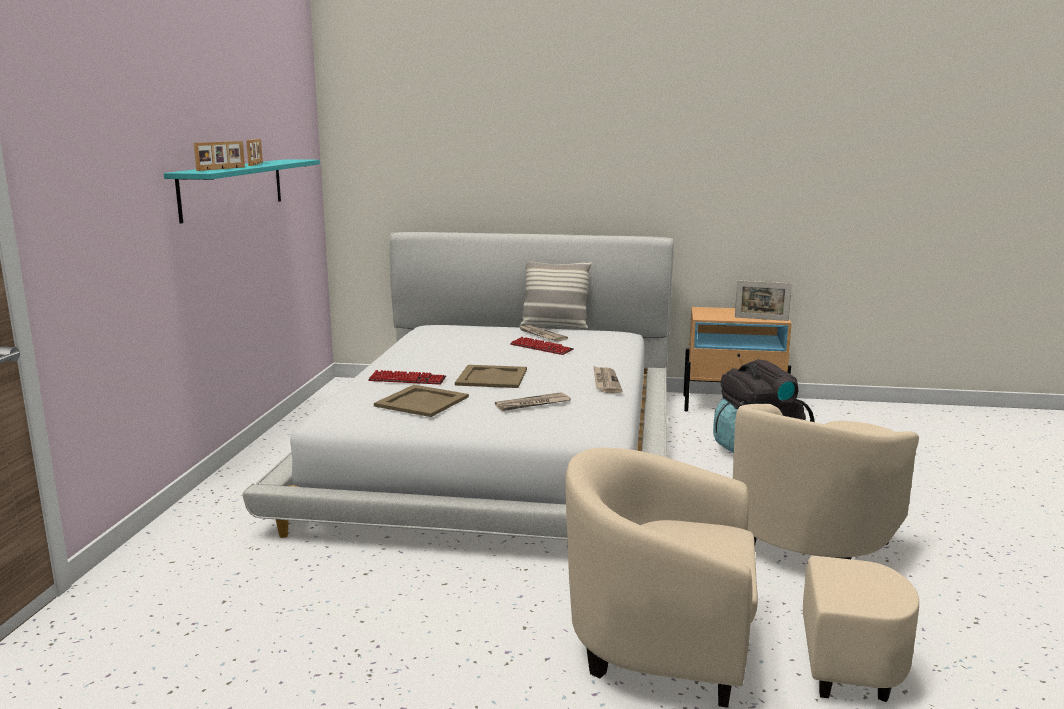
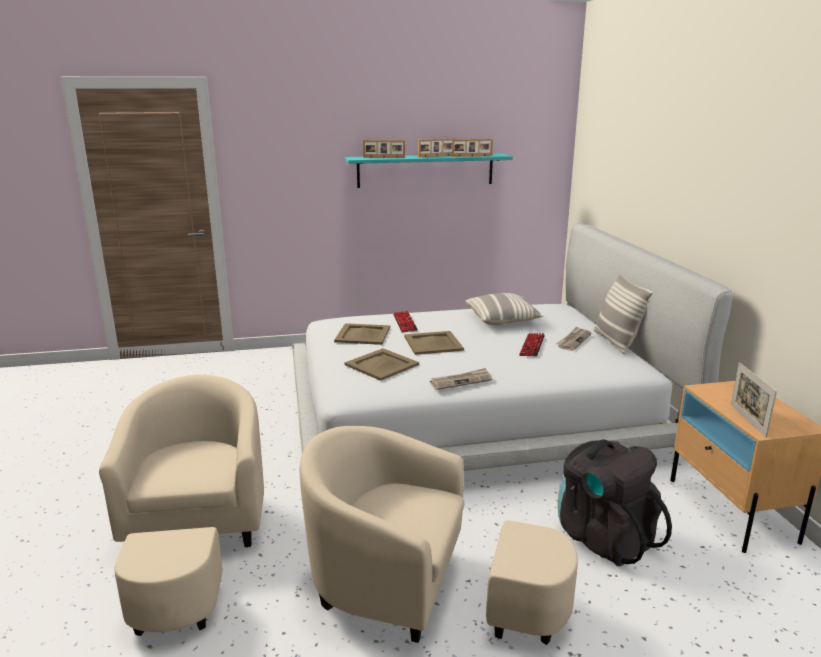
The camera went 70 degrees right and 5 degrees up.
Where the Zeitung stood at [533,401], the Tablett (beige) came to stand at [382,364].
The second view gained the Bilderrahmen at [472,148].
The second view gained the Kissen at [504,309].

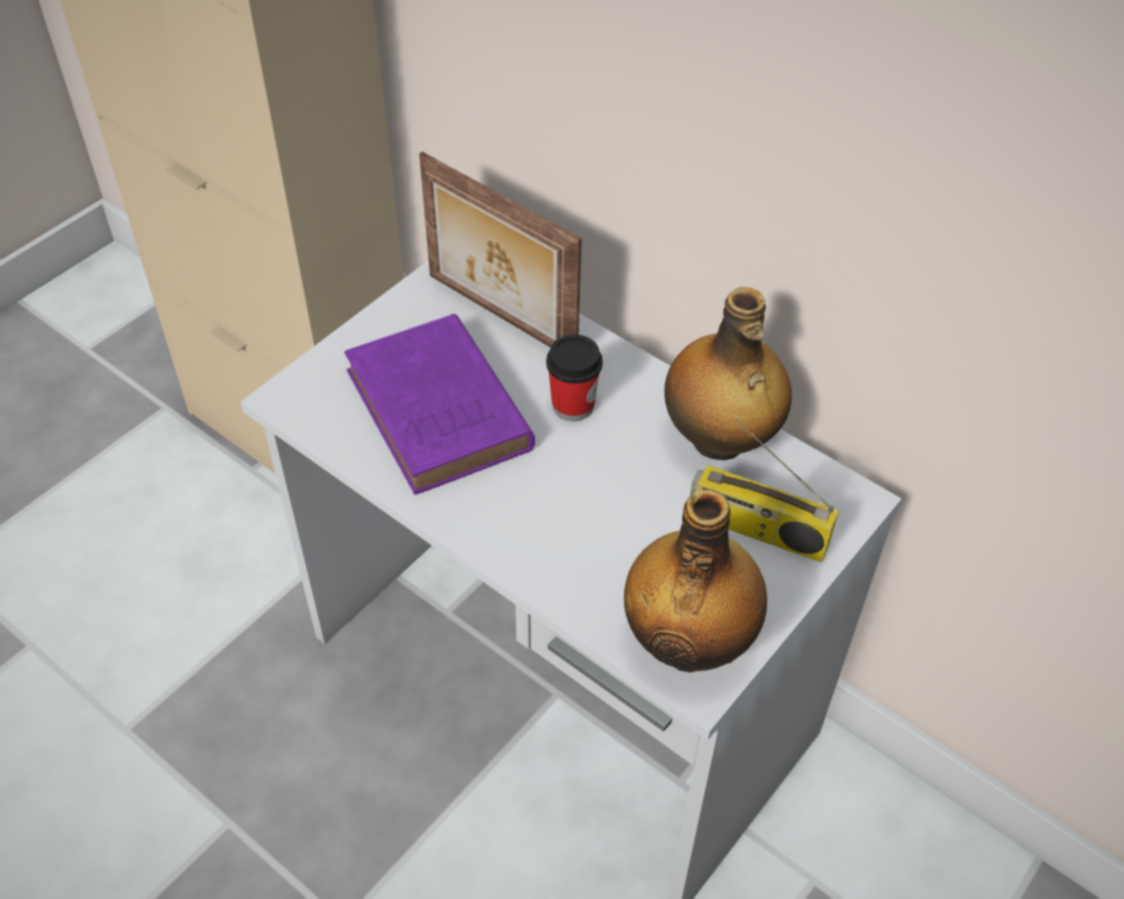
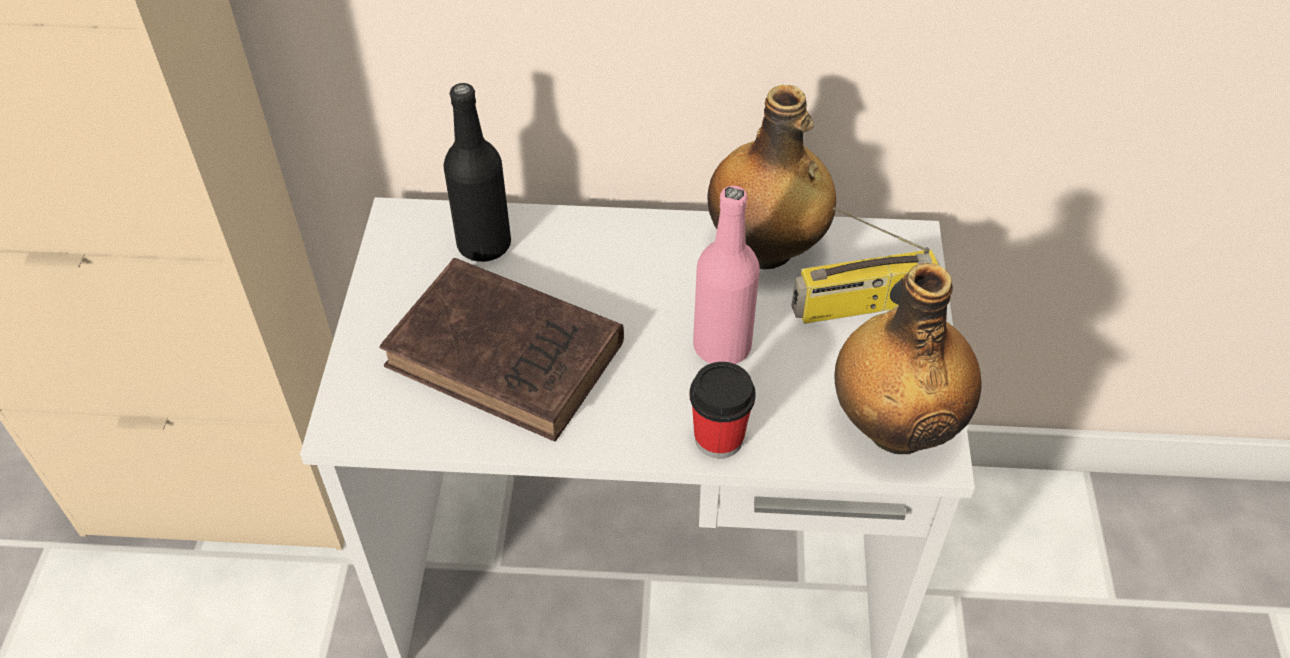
The camera went 35 degrees left and 0 degrees up.
What was the Buch (lila) at [439,404] turned into the Buch (braun) at [502,350].
Where the Bilderrahmen stood at [500,250], the Flasche (schwarz) came to stand at [477,172].
The Tasse ended up elsewhere, having gone from [574,378] to [722,410].
The second view gained the Flasche (rosa) at [726,275].

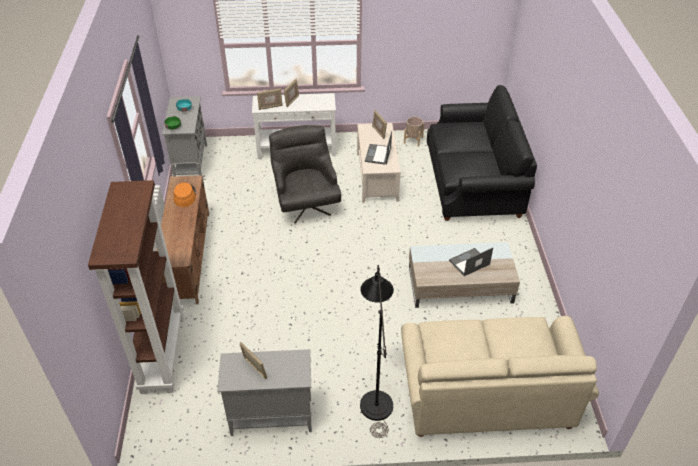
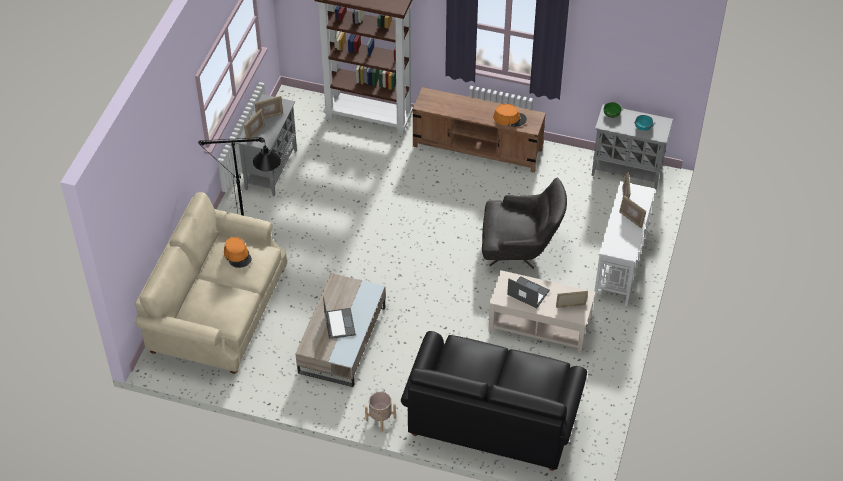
The camera went 110 degrees right and 5 degrees up.
The second view gained the Hut (orange) at [238,252].
The second view gained the Bilderrahmen at [254,124].
The Pflanzkübel (beige) ended up elsewhere, having gone from [414,132] to [380,412].

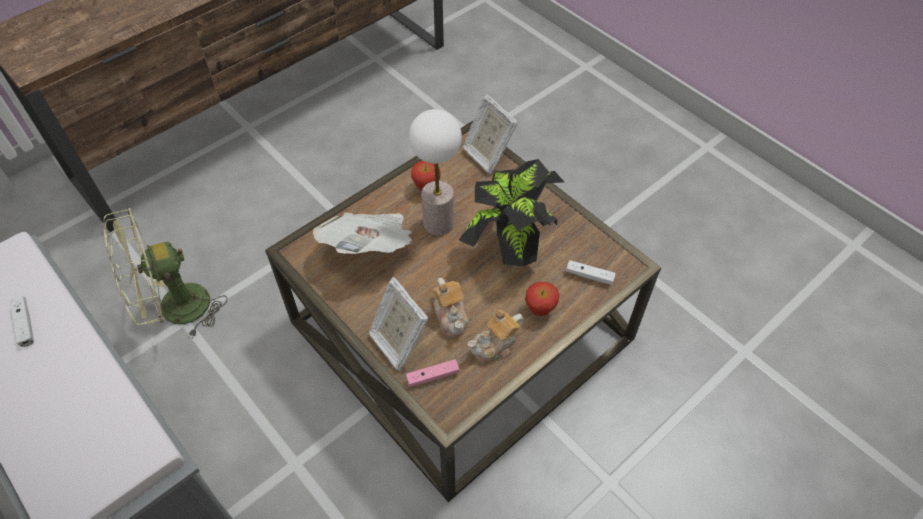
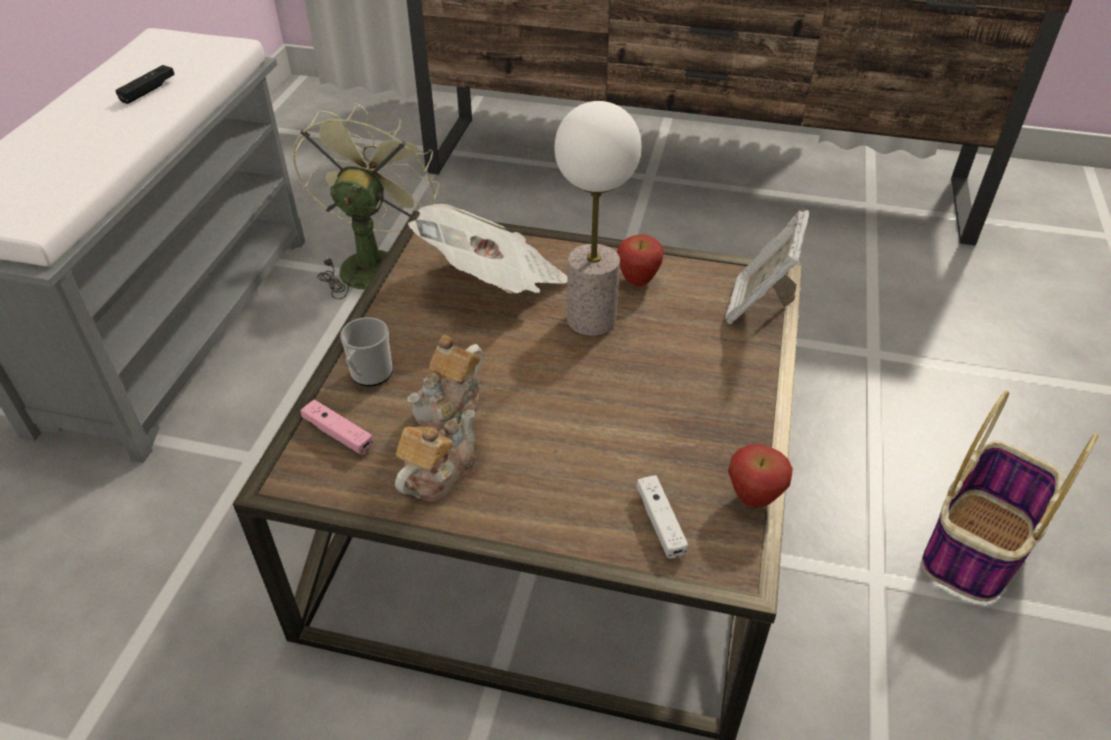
The camera went 55 degrees right and 10 degrees down.
What was the Gamepad (weiß) at [22,321] turned into the Gamepad (schwarz) at [145,84].
The Ventilator (grün) at [165,273] ended up facing another way, 75 degrees clockwise from before.
Where the Bilderrahmen stood at [398,324], the Henkelbecher came to stand at [366,351].
The Teekanne at [496,336] ended up facing another way, 105 degrees clockwise from before.
The Apfel ended up elsewhere, having gone from [542,299] to [760,476].
The second view gained the Korb at [1009,496].
The second view lost the Topfpflanze at [511,213].

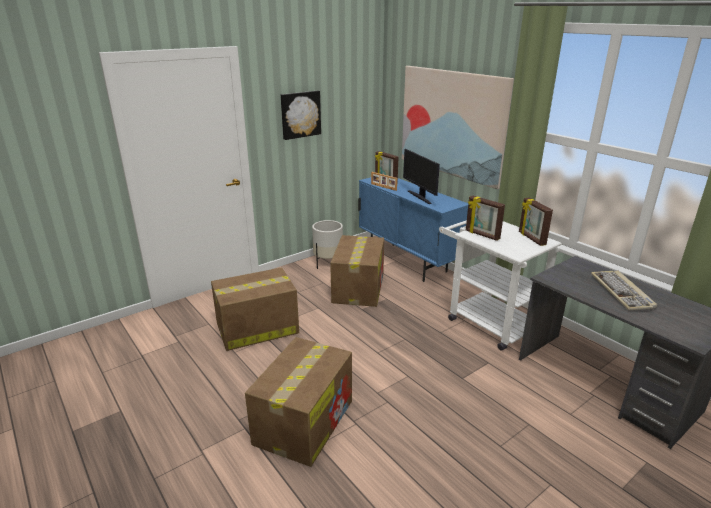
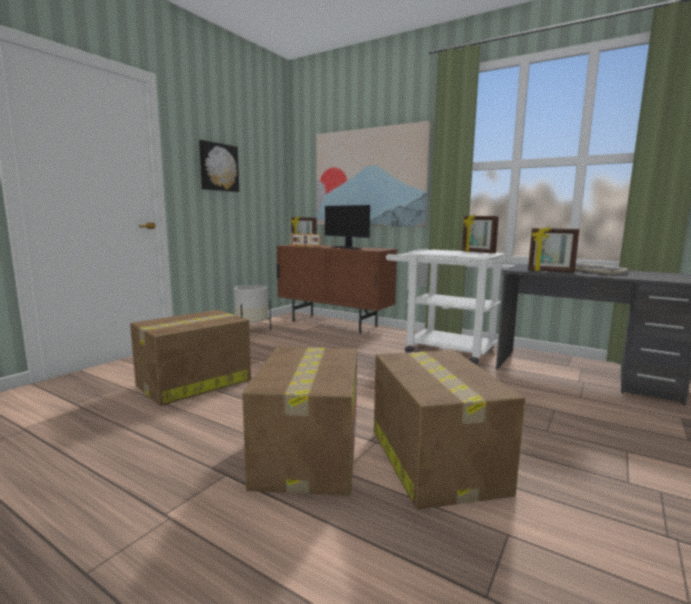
The camera went 20 degrees left and 15 degrees down.
What was the Schrank (blau) at [413,229] turned into the Schrank (braun) at [337,289].
The Karton ended up elsewhere, having gone from [357,271] to [449,430].
The Bilderrahmen ended up elsewhere, having gone from [485,218] to [554,249].

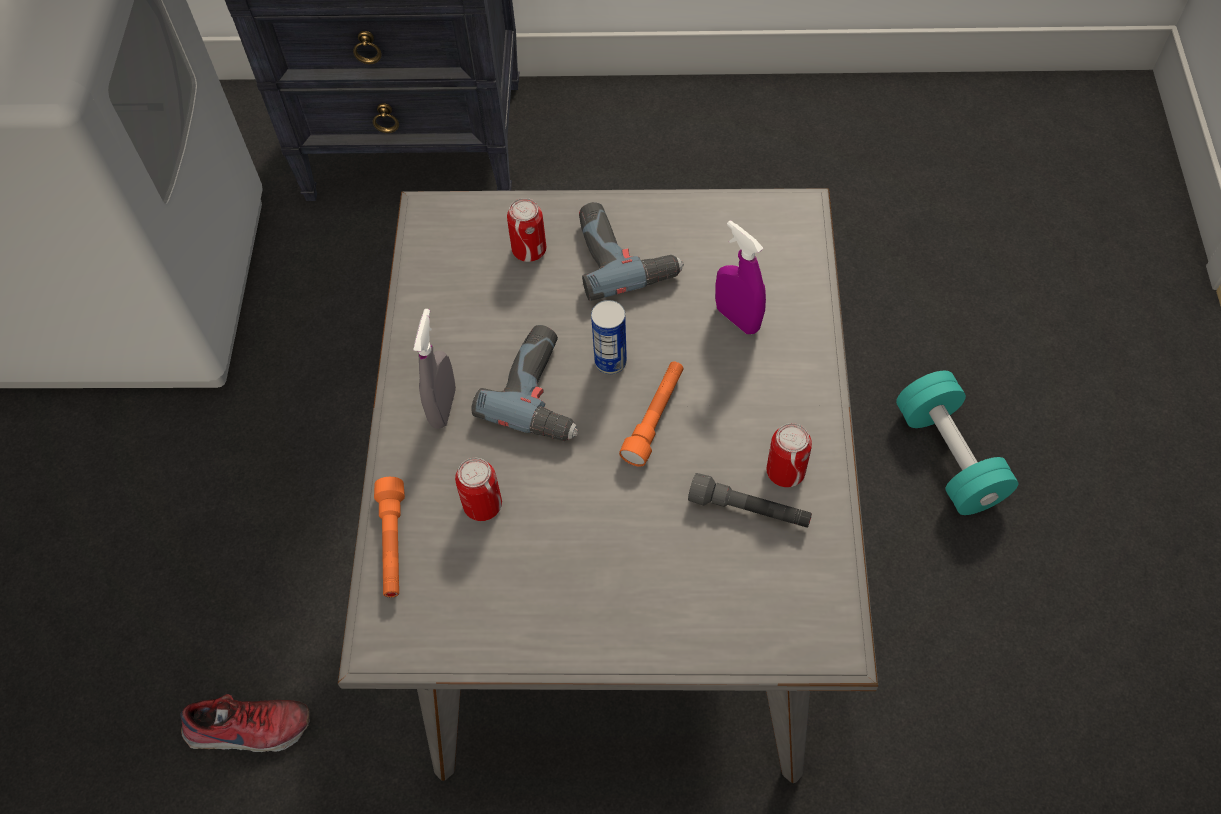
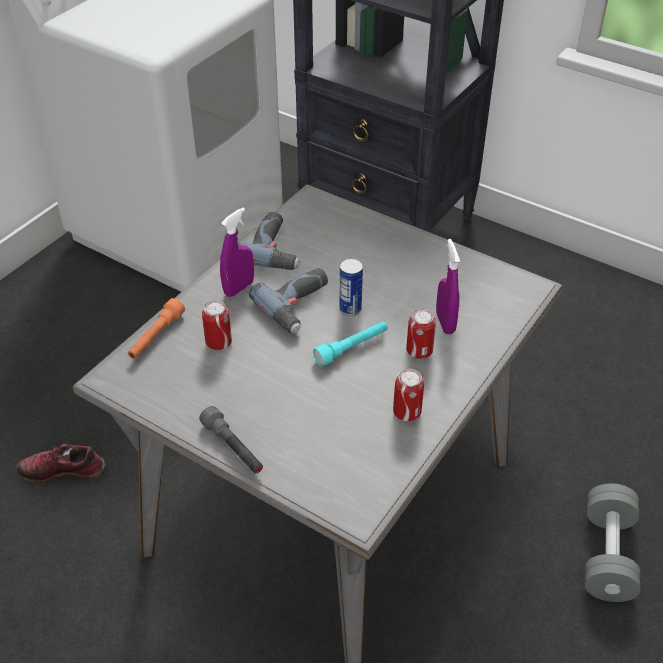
The camera went 30 degrees right and 15 degrees down.
The Schuh at [245,723] ended up facing another way, 150 degrees clockwise from before.
The Taschenlampe (grau) ended up elsewhere, having gone from [750,500] to [231,439].
What was the Sprühflasche (grau) at [434,369] turned into the Sprühflasche (lila) at [237,252].
The Bohrmaschine ended up elsewhere, having gone from [631,251] to [269,241].
What was the Taschenlampe (orange) at [651,414] turned into the Taschenlampe (türkis) at [350,343].
The Dose ended up elsewhere, having gone from [527,230] to [421,334].
What was the Hantel (türkis) at [957,443] turned into the Hantel (grau) at [612,542].

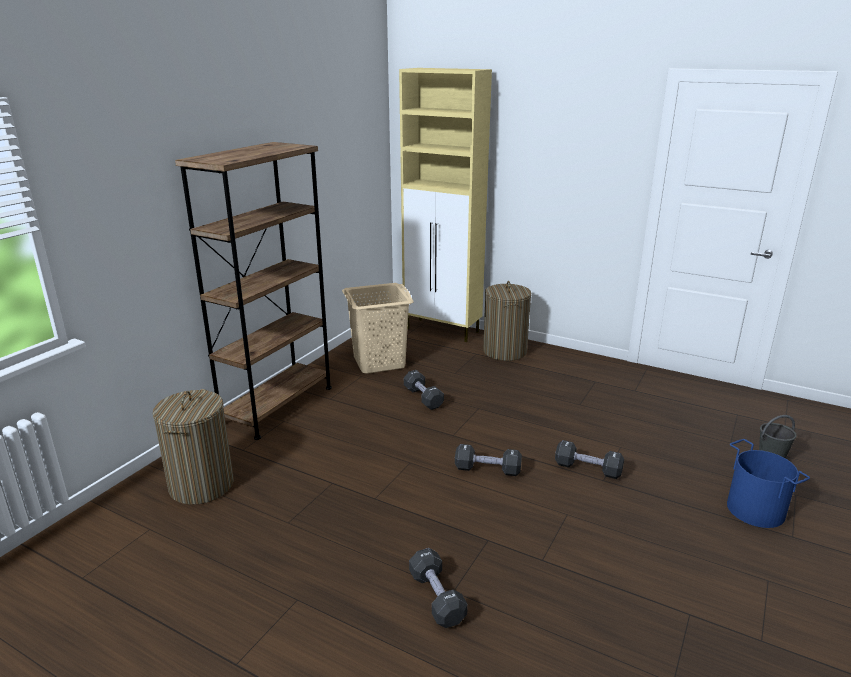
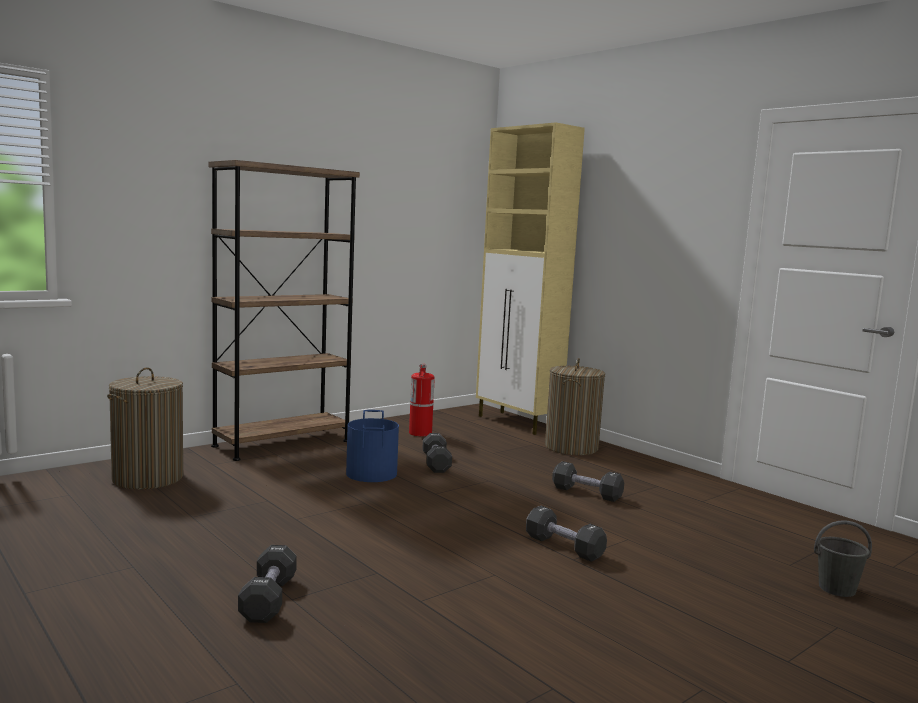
The camera went 20 degrees right and 15 degrees down.
The Eimer (blau) ended up elsewhere, having gone from [768,483] to [372,446].
Where the Wäschekorb (beige) stood at [378,328], the Feuerlöscher came to stand at [422,400].
The Hantel (schwarz) ended up elsewhere, having gone from [488,460] to [588,481].

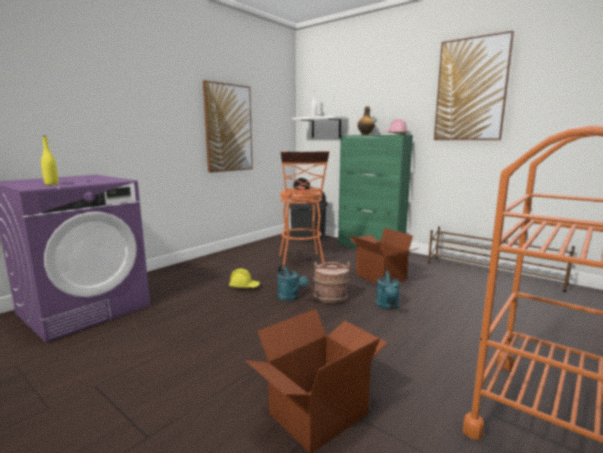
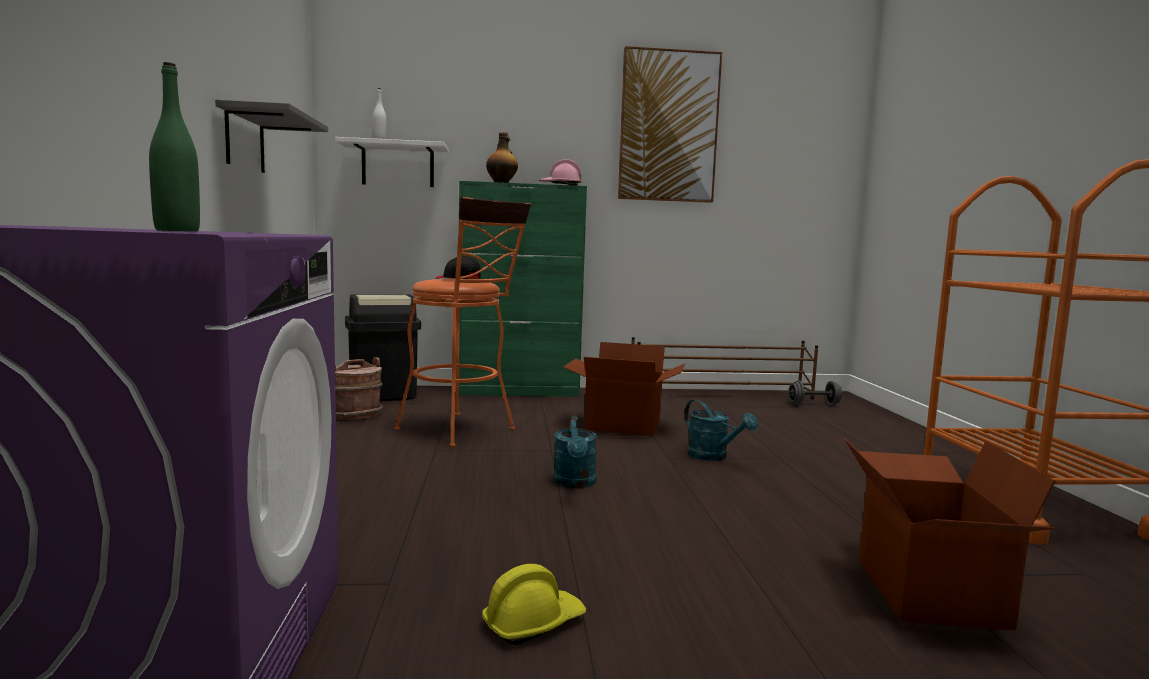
The camera went 45 degrees left and 5 degrees down.
What was the Flasche (gelb) at [50,160] turned into the Flasche (grün) at [174,147].
Where the Bild hung at [228,126], the Wandregal (grau) came to hang at [271,136].
The Eimer (braun) ended up elsewhere, having gone from [331,282] to [359,388].
The Schutzhelm (gelb) ended up elsewhere, having gone from [244,279] to [534,604].
The Gießkanne (türkis) at [292,283] ended up facing another way, 75 degrees clockwise from before.
The second view gained the Hantel (grau) at [815,393].

